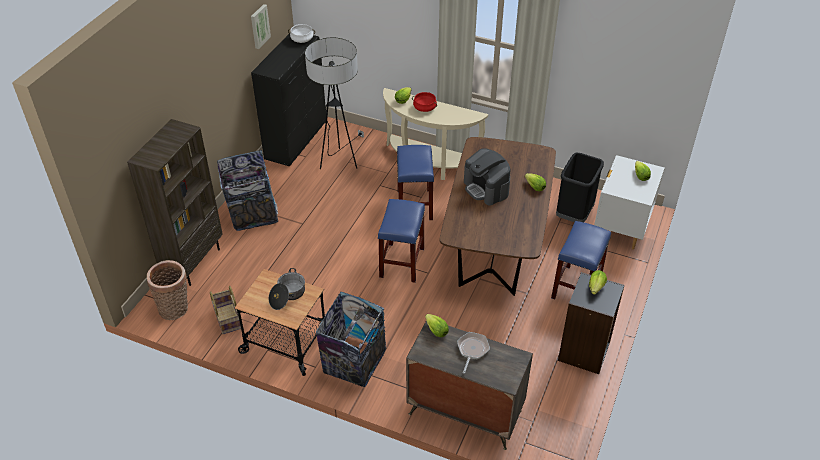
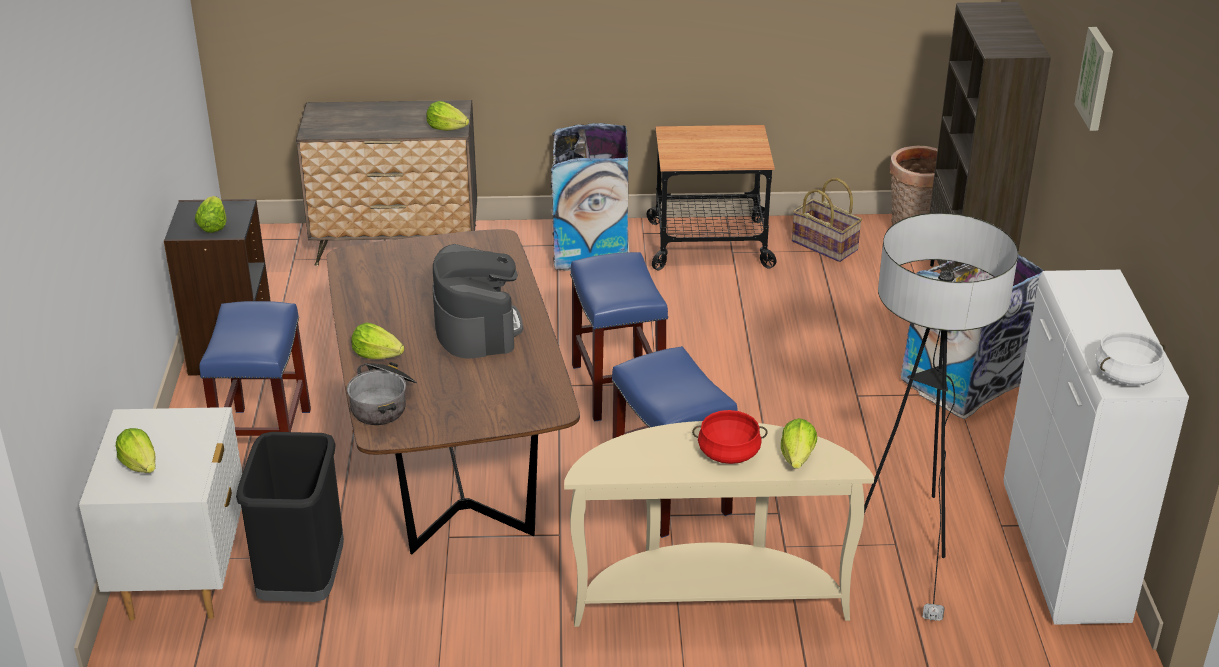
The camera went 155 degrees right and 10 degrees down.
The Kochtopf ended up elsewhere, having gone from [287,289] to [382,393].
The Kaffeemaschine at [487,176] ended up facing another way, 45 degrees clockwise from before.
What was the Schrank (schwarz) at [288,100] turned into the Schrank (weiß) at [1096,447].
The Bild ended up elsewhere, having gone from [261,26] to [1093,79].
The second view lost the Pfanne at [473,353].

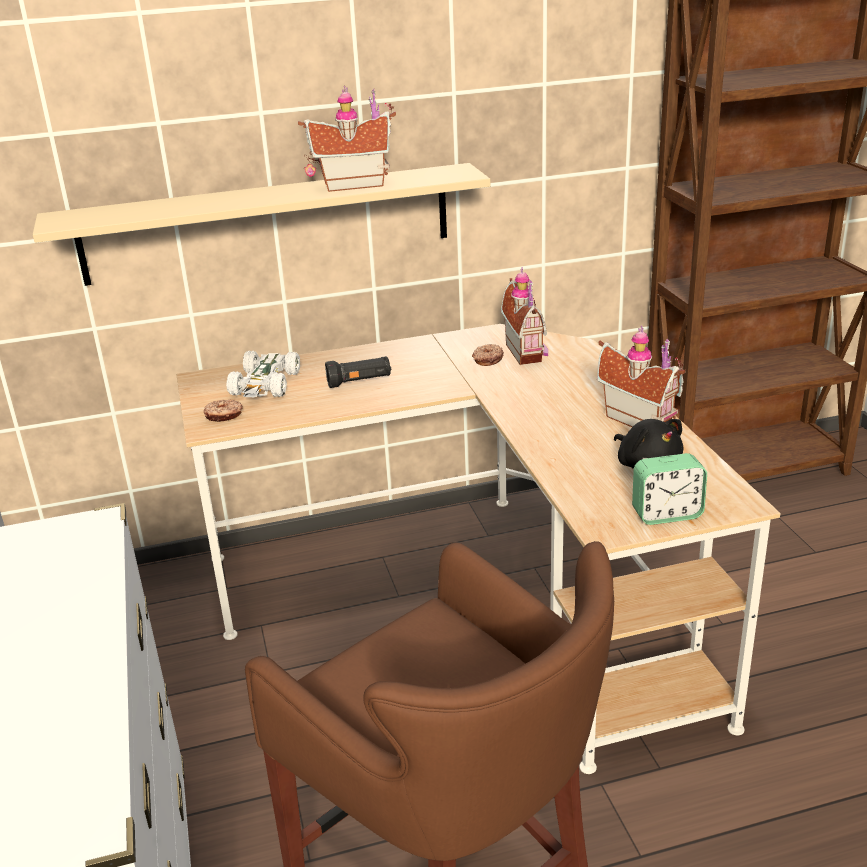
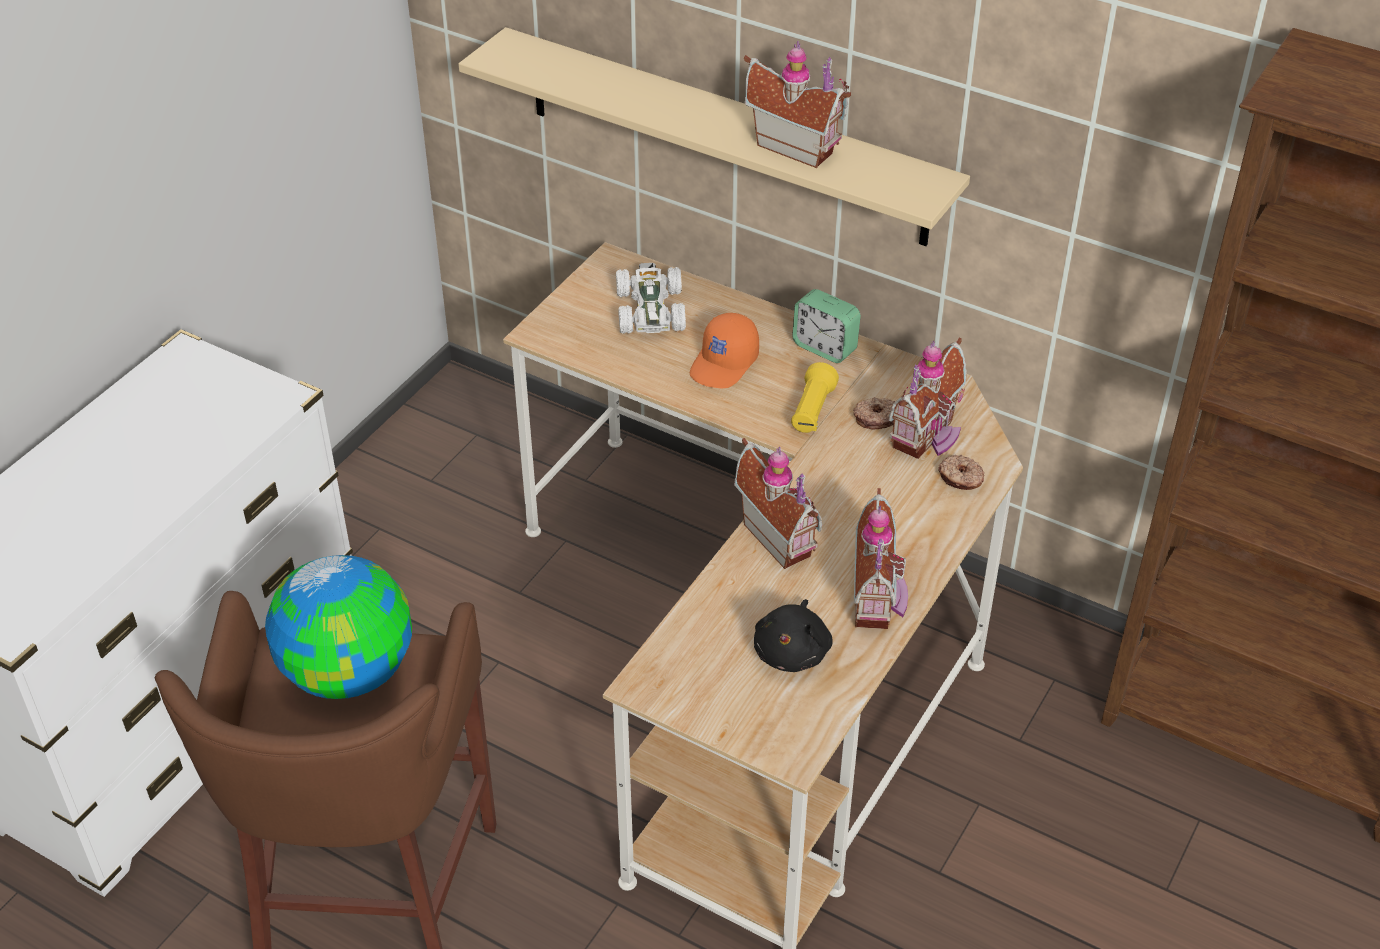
The camera went 45 degrees right and 15 degrees up.
The second view gained the Globus at [338,627].
The Spielzeugauto (weiß) at [263,374] ended up facing another way, 120 degrees clockwise from before.
Where the Taschenlampe (schwarz) stood at [358,372], the Kappe (orange) came to stand at [724,350].
The second view gained the Spielzeughaus at [778,503].
The second view gained the Taschenlampe (gelb) at [815,397].
The Wecker ended up elsewhere, having gone from [669,489] to [826,326].
The Donut ended up elsewhere, having gone from [223,410] to [961,472].

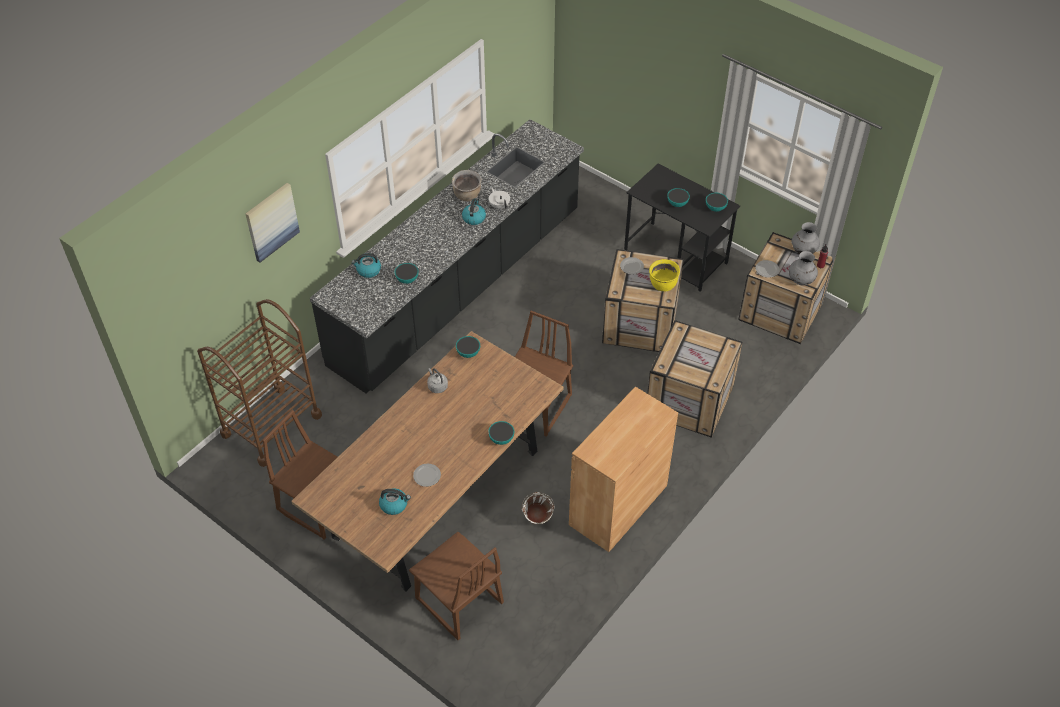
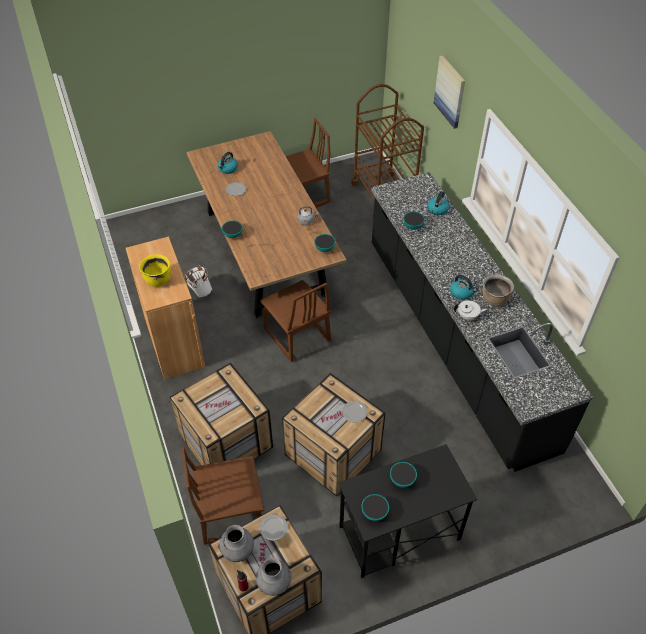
The camera went 120 degrees right and 0 degrees up.
The Kochtopf (gelb) ended up elsewhere, having gone from [664,275] to [155,270].
The Stuhl (braun) ended up elsewhere, having gone from [456,586] to [222,495].

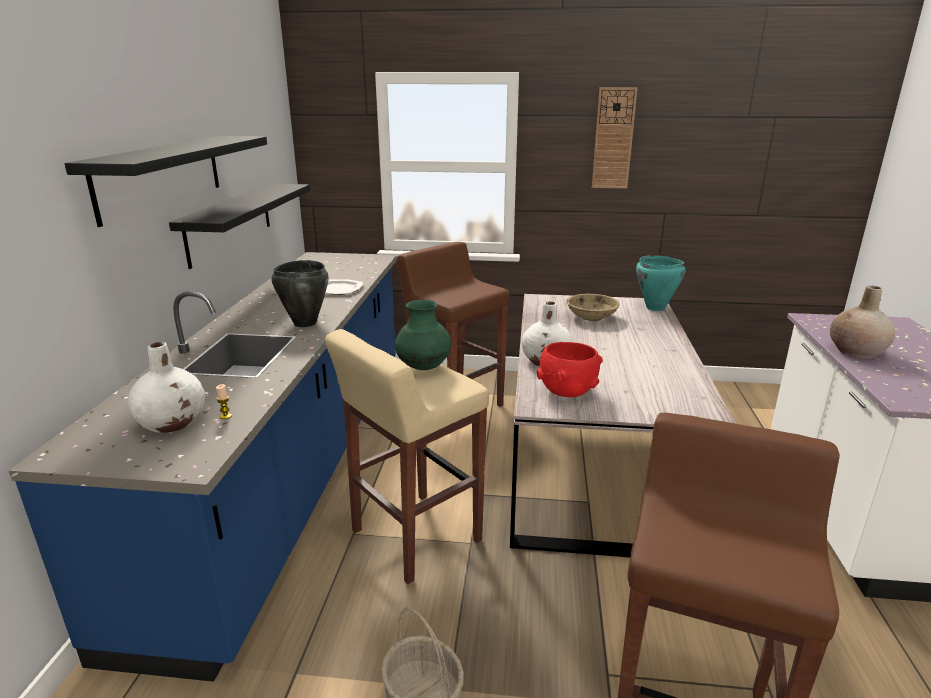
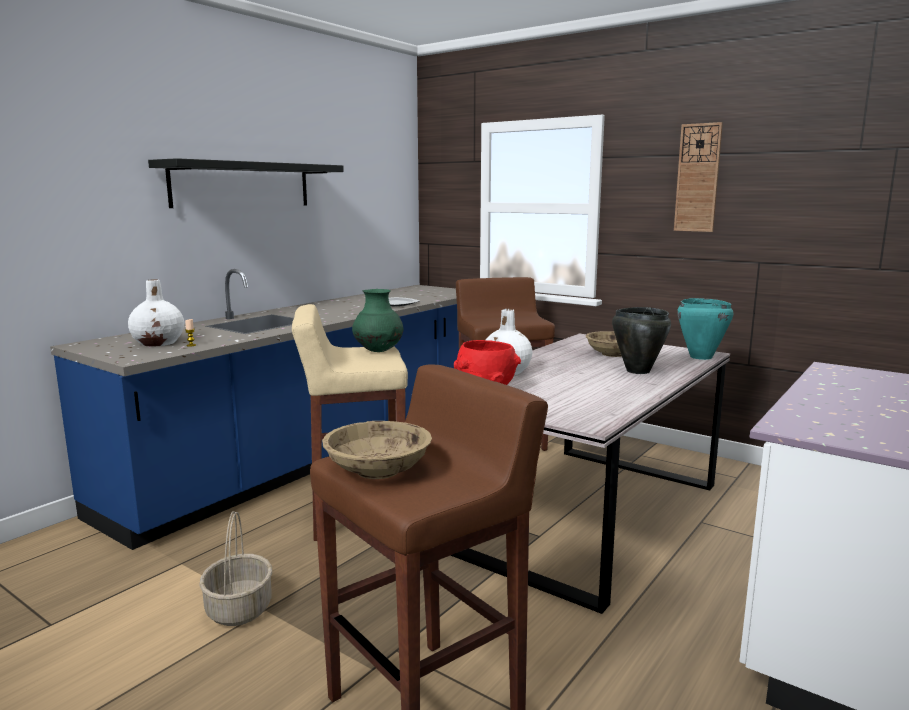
The camera went 30 degrees right and 10 degrees down.
The second view gained the Schüssel (beige) at [377,450].
The Kochtopf (schwarz) ended up elsewhere, having gone from [300,293] to [641,340].
The second view lost the Wandregal (schwarz) at [239,226].
The second view lost the Vase (beige) at [862,322].

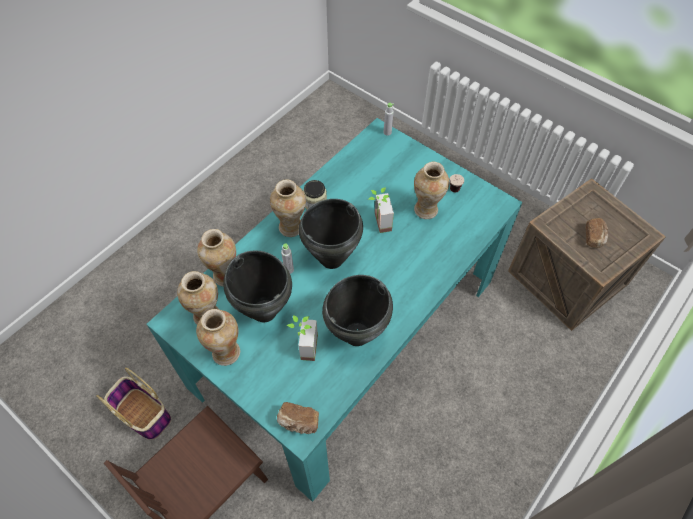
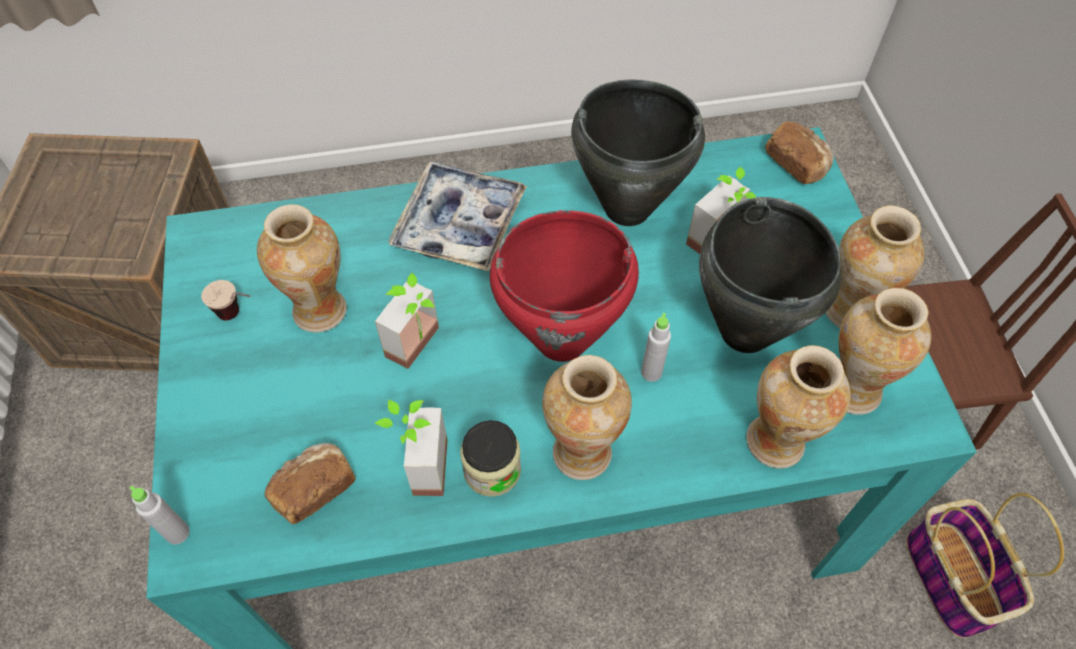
The camera went 140 degrees left and 0 degrees up.
The Brot ended up elsewhere, having gone from [597,233] to [309,484].
The second view gained the Topfpflanze at [411,448].
The second view gained the Tablett at [457,216].
What was the Kochtopf (schwarz) at [331,234] turned into the Kochtopf (rot) at [564,286].

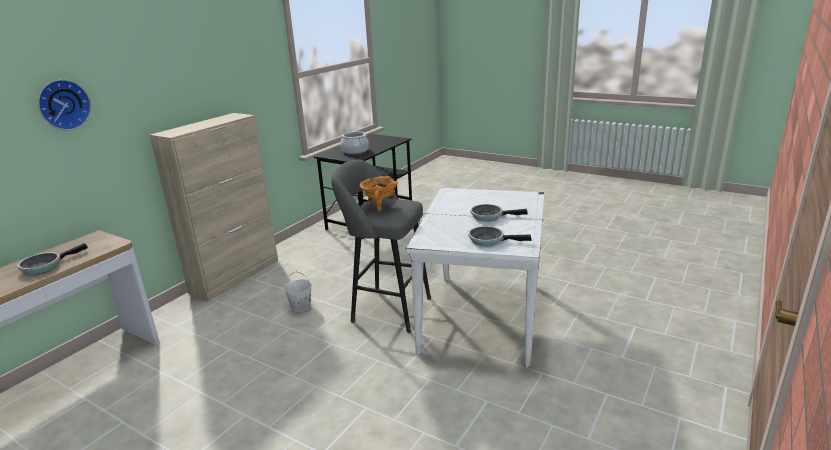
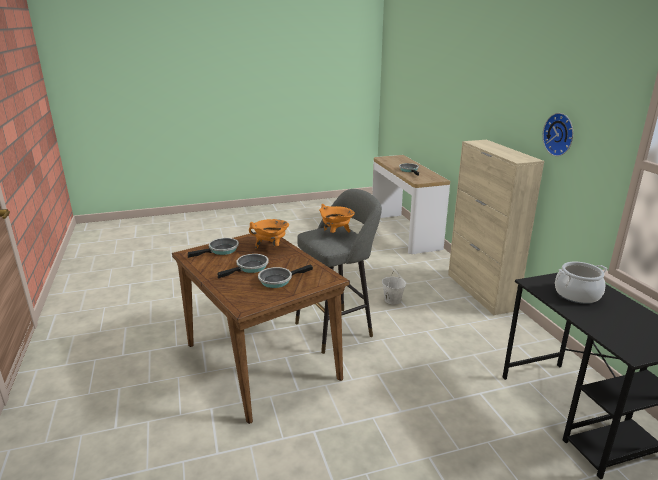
The camera went 130 degrees right and 0 degrees up.
What was the Esstisch (weiß) at [475,278] turned into the Esstisch (braun) at [261,328].
The second view gained the Kochtopf (orange) at [269,234].
The second view gained the Pfanne at [285,276].
The Wanduhr ended up elsewhere, having gone from [64,104] to [557,134].

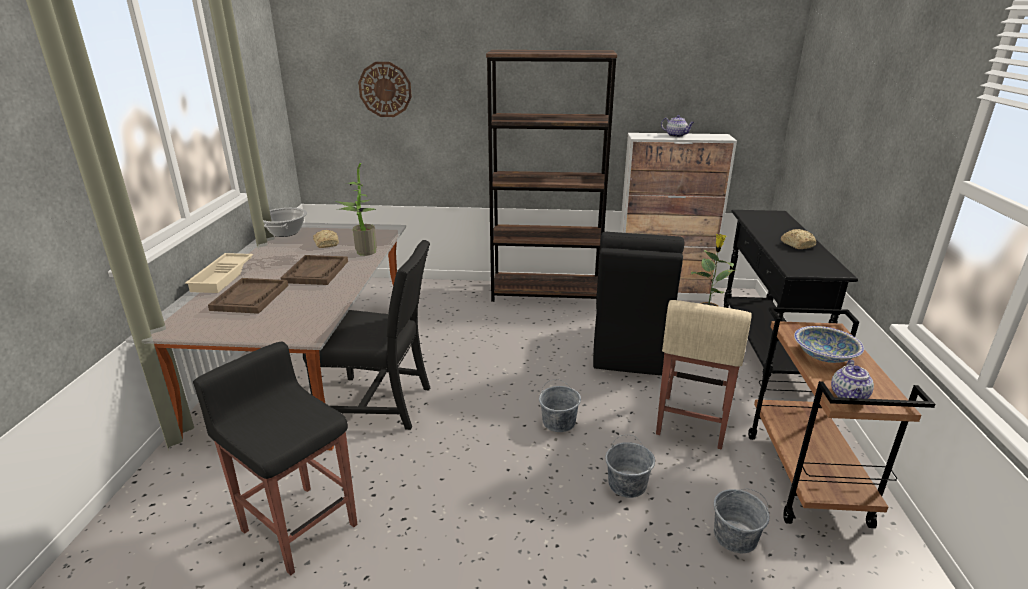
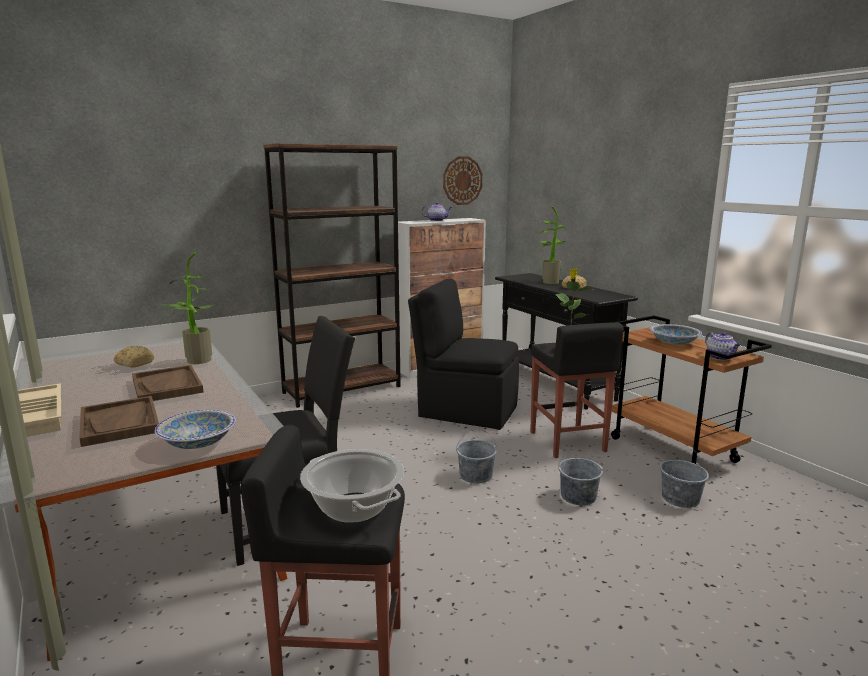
The camera went 35 degrees left and 10 degrees down.
The second view gained the Schüssel at [195,429].
The Kochtopf ended up elsewhere, having gone from [285,222] to [352,486].
The Stuhl (schwarz) at [638,303] ended up facing another way, 135 degrees clockwise from before.
The Wanduhr ended up elsewhere, having gone from [385,89] to [463,181].
What was the Hocker (beige) at [704,375] turned into the Hocker (schwarz) at [577,390].
The second view gained the Topfpflanze at [551,245].

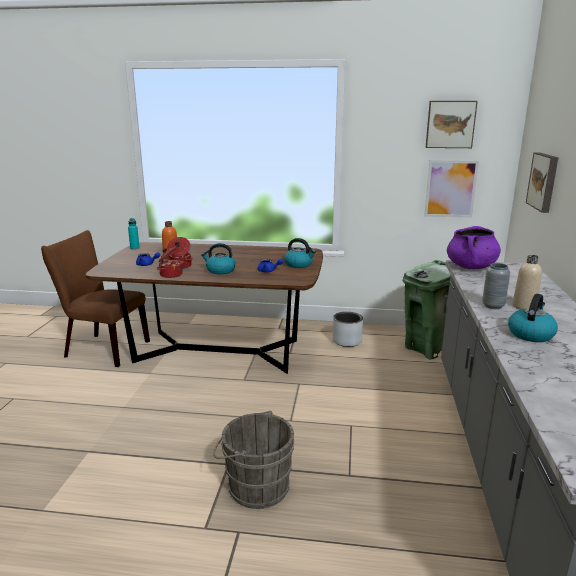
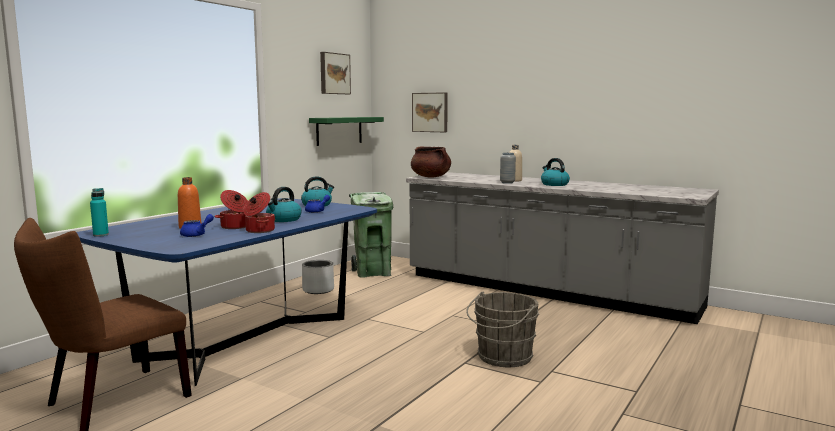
The camera went 65 degrees left and 10 degrees down.
What was the Esstisch (braun) at [204,308] turned into the Esstisch (blau) at [227,292].
Where the Bild hung at [451,189], the Wandregal (grün) came to hang at [346,131].
What was the Kochtopf (lila) at [474,247] turned into the Kochtopf (braun) at [431,162].

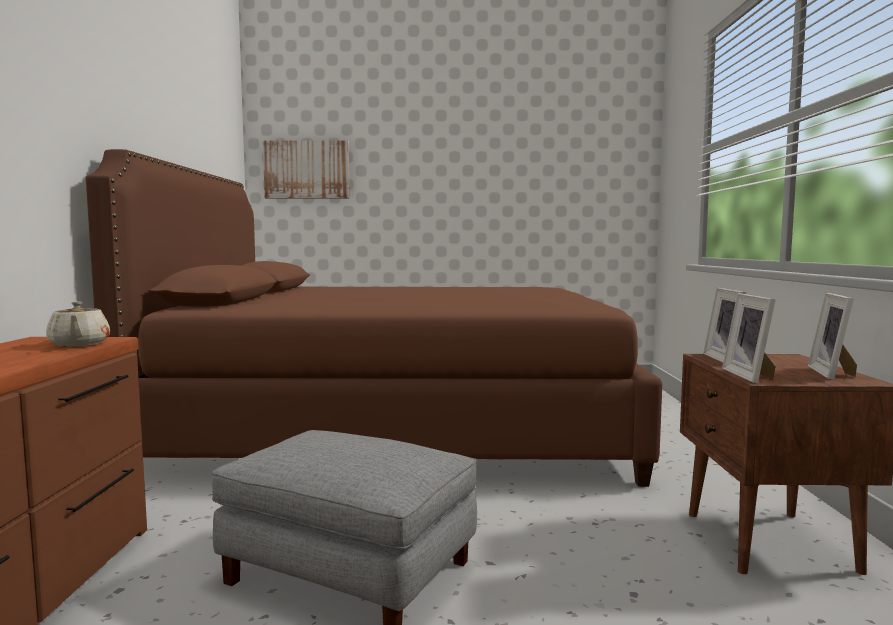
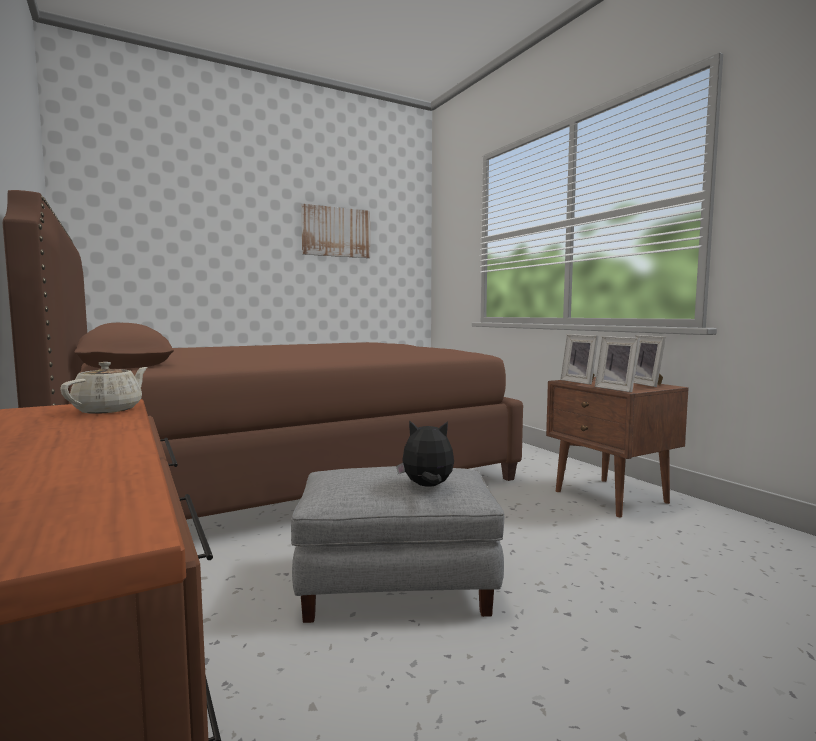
The camera went 30 degrees left and 0 degrees up.
The Teekanne (beige) at [78,324] ended up facing another way, 105 degrees counterclockwise from before.
The Bild ended up elsewhere, having gone from [306,169] to [335,231].
The second view gained the Plüschtier at [425,453].

